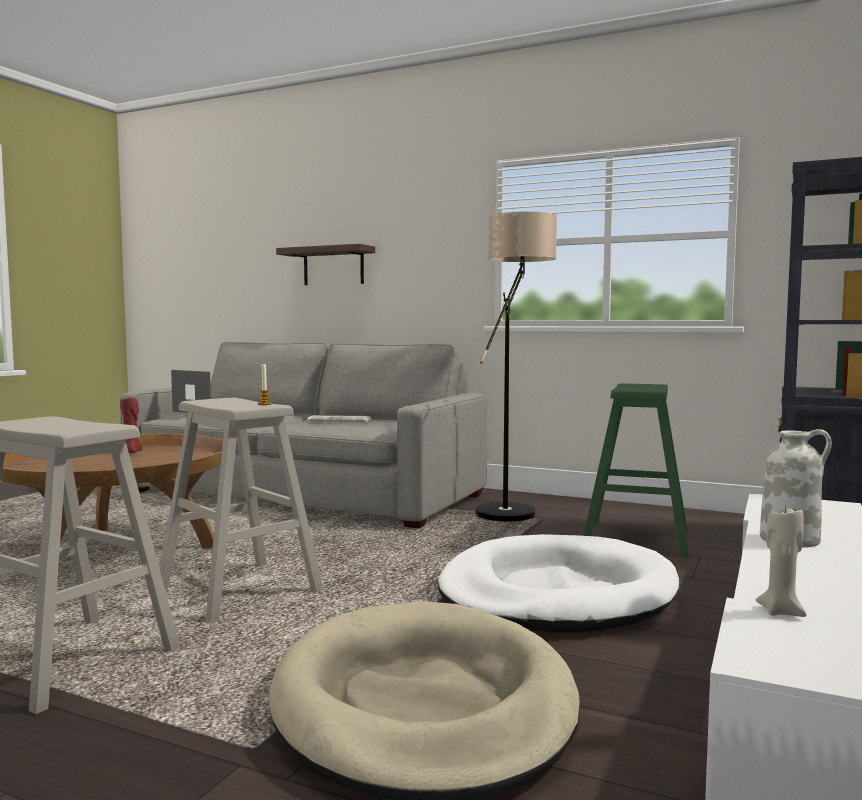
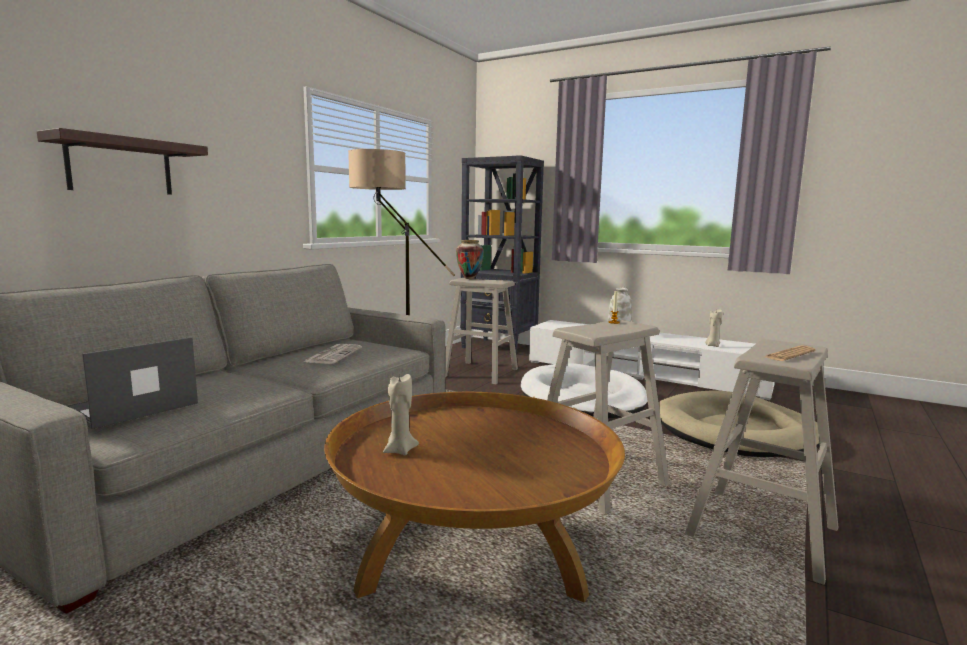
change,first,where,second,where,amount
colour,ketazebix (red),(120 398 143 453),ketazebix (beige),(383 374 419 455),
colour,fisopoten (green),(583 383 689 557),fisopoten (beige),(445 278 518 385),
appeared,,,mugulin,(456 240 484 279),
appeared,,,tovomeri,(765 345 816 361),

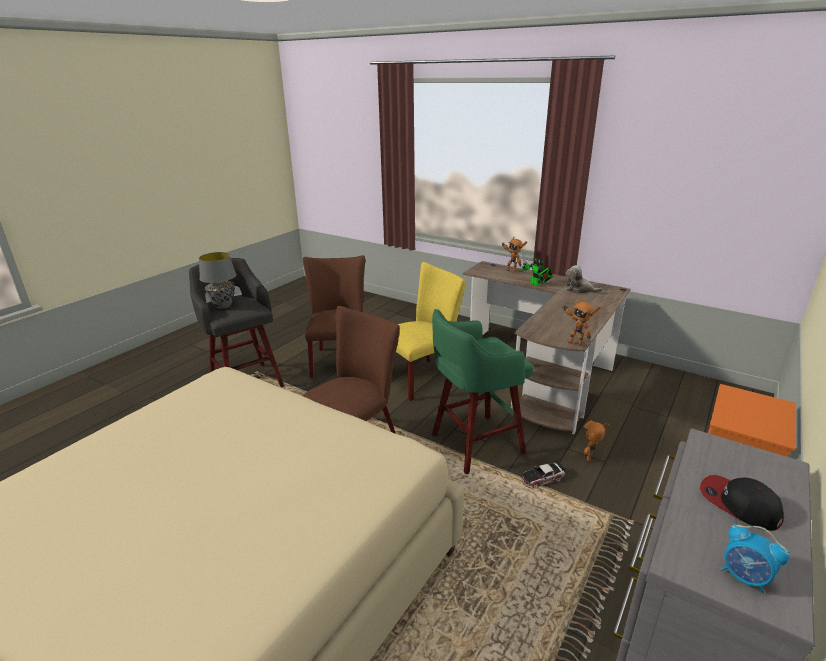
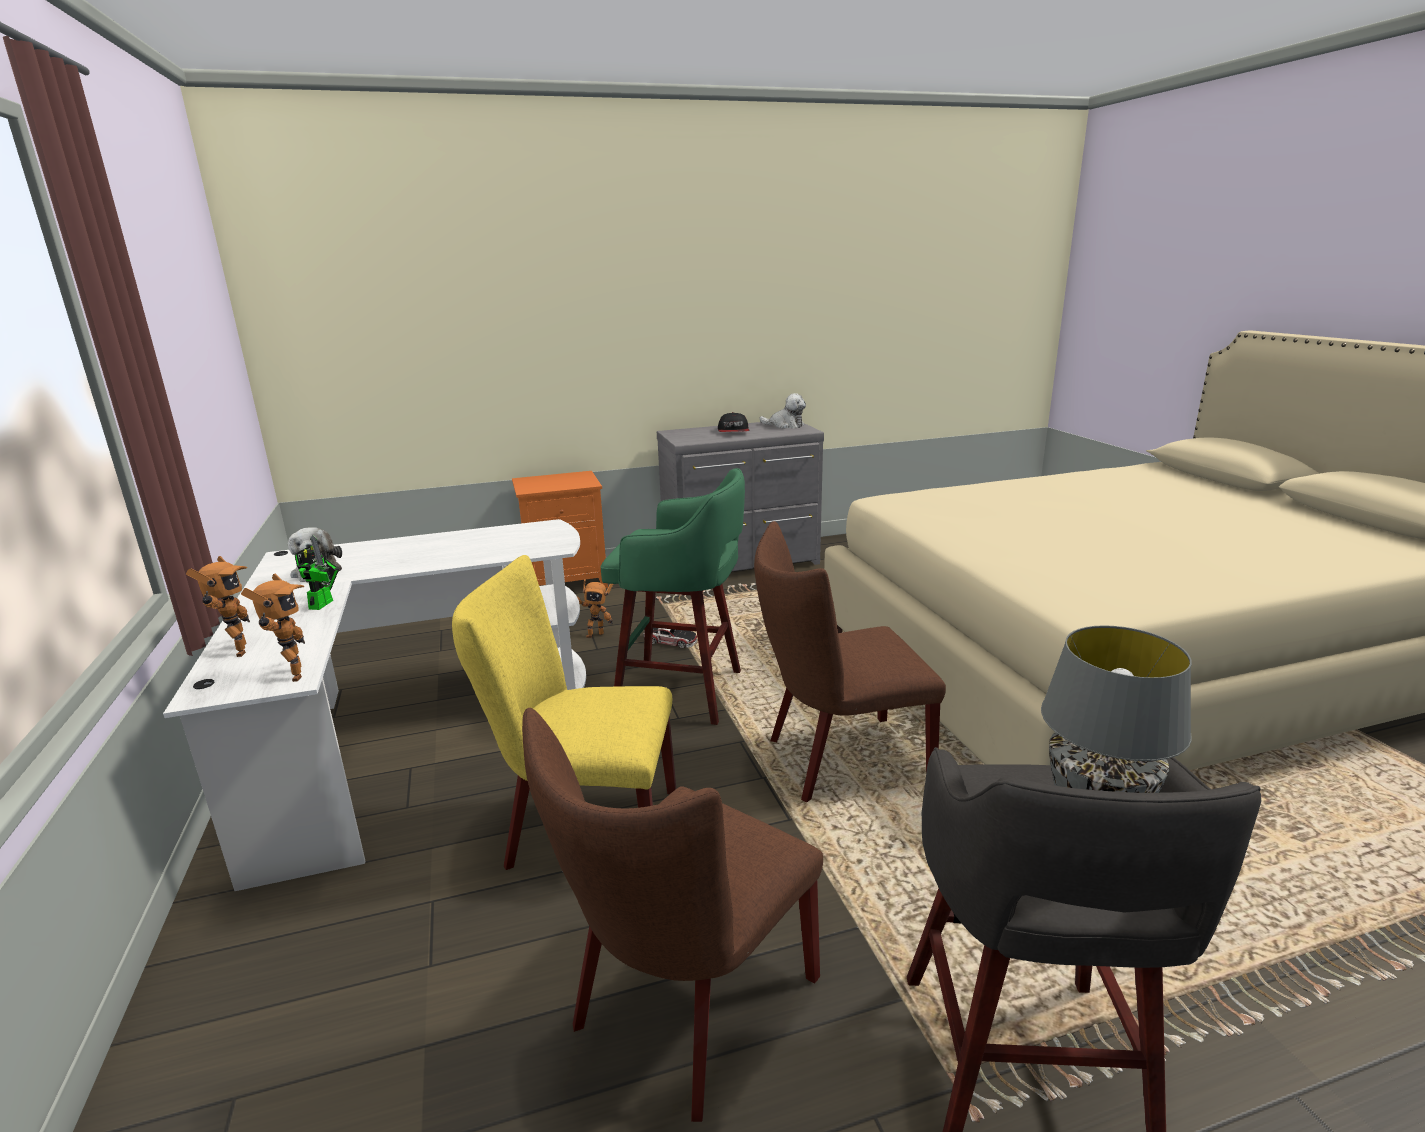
change,first,where,second,where,amount
colour,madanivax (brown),(463 261 631 435),madanivax (white),(163 519 586 891),
relocated,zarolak,(563 298 601 345),,(241 574 305 682),
exchanged,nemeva,(720 524 790 594),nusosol,(759 393 806 429),

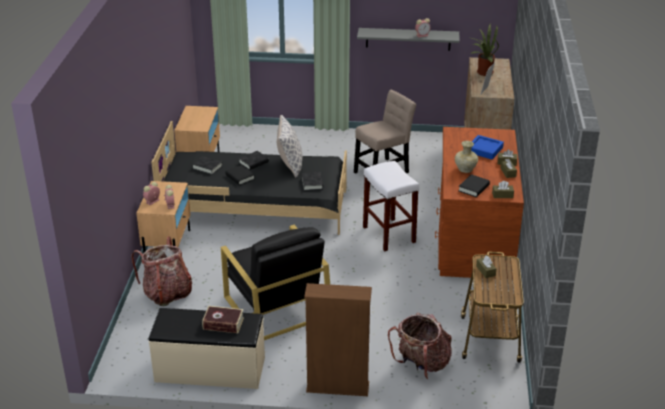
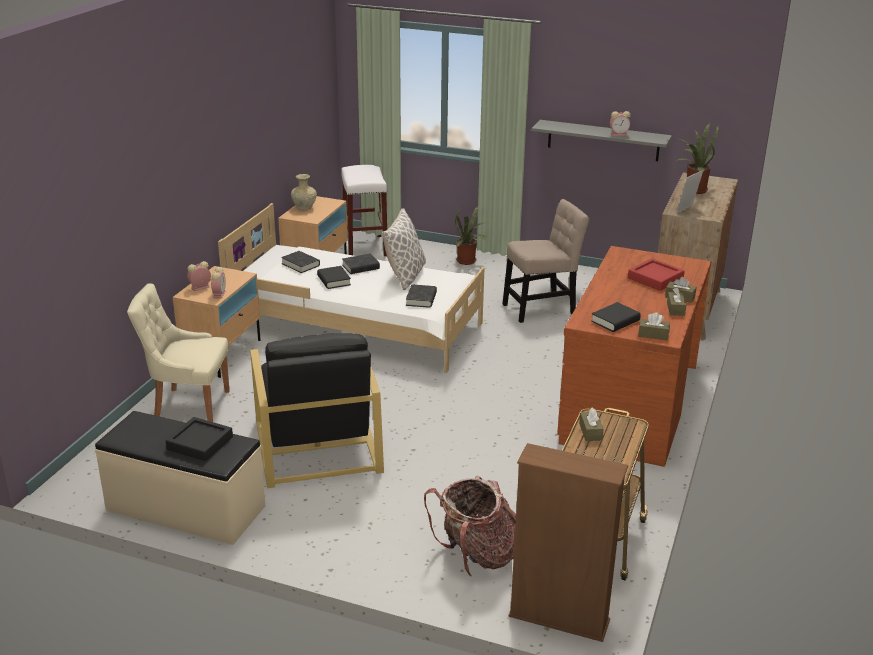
change,first,where,second,where,amount
exchanged,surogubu,(132 236 192 306),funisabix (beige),(127 283 230 422),
exchanged,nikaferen,(202 306 244 333),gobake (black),(166 417 233 461),
colour,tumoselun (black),(151 121 347 235),tumoselun (white),(218 203 485 373),
relocated,mugulin (beige),(455 141 478 173),,(291 174 317 210),
relocated,fisopoten (white),(363 161 419 251),,(341 165 388 256),
appeared,,,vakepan,(455 207 487 265),
relocated,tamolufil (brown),(304 283 372 396),,(509 443 628 642),
colour,gobake (blue),(471 135 504 159),gobake (red),(628 258 685 291),

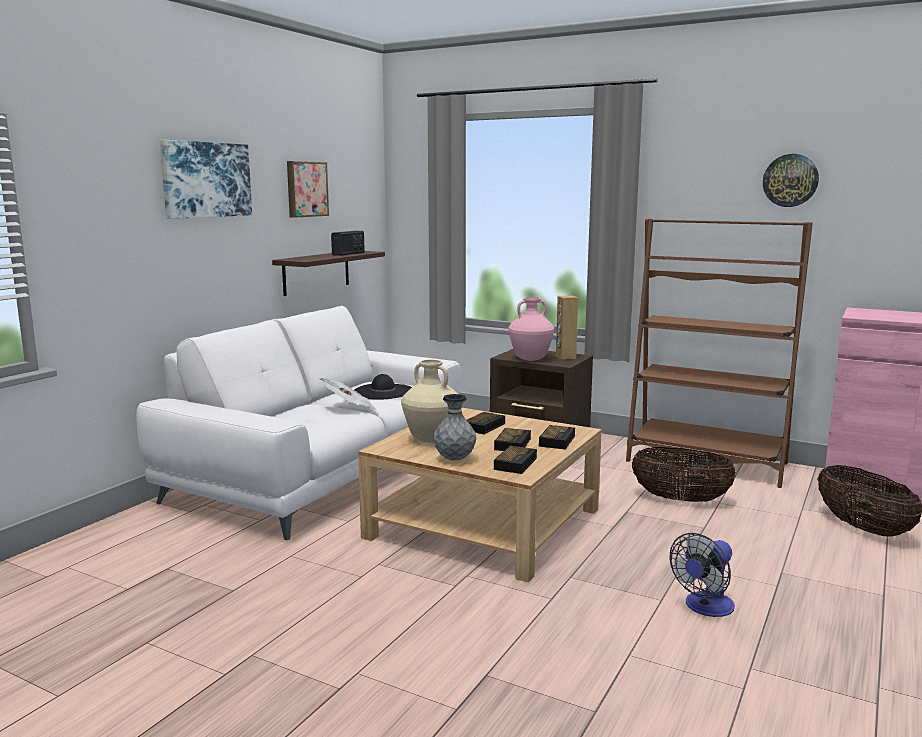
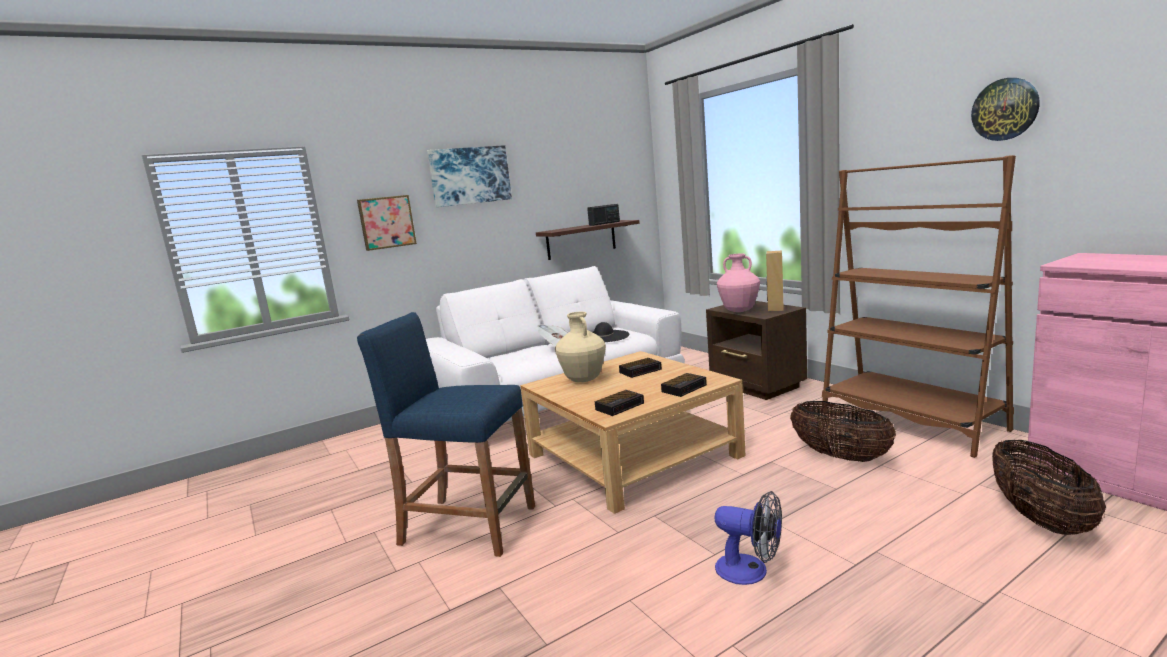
change,first,where,second,where,amount
relocated,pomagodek,(287 161 329 218),,(357 195 417 251),
appeared,,,fisopoten (blue),(357 312 535 557),
spun,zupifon,(670 533 735 617),,(714 491 782 585),135 degrees counterclockwise
missing,mugulin (grey),(433 394 476 461),,,
missing,nemeva,(494 428 531 451),,,

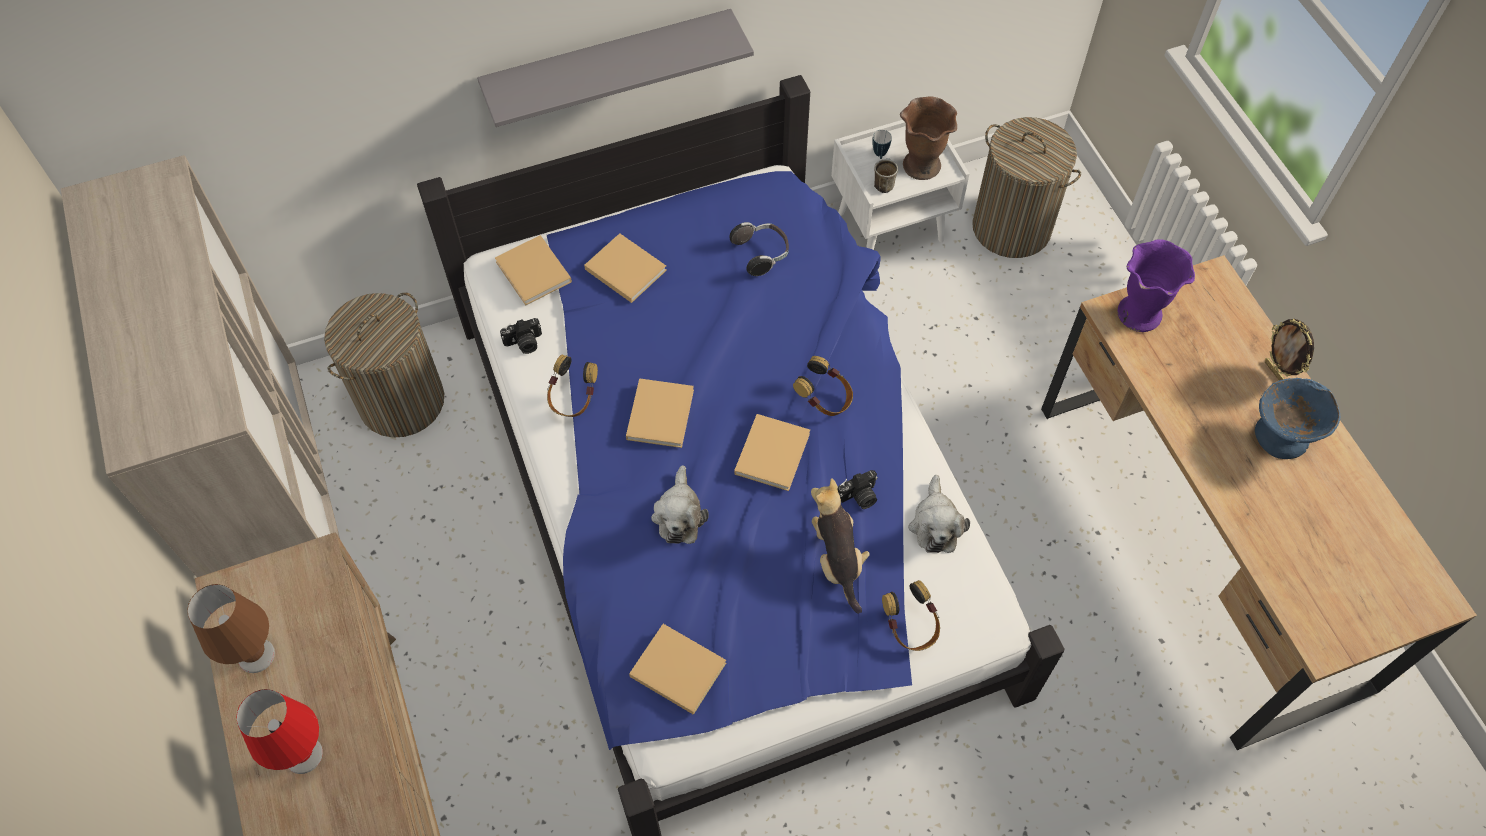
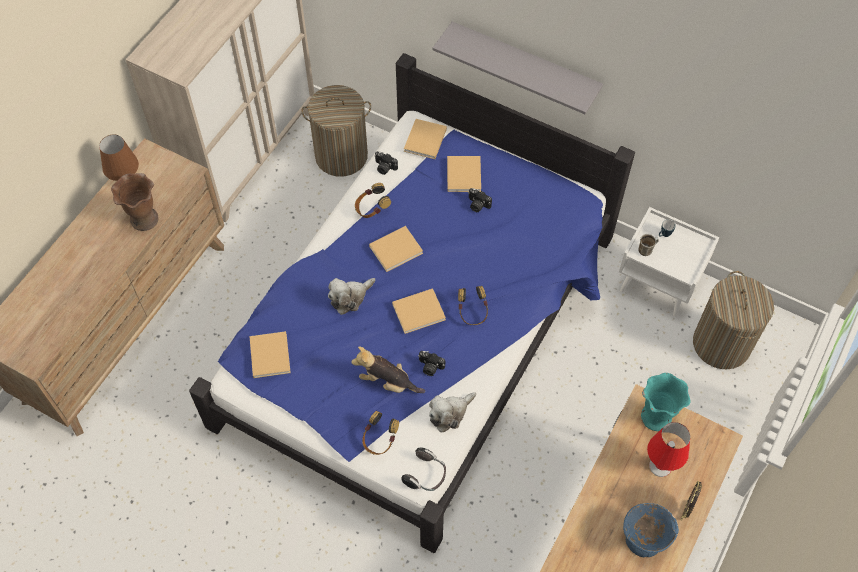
change,first,where,second,where,amount
relocated,mugulin (brown),(900 96 957 180),,(111 173 159 231),
spun,nusosol,(811 478 870 614),,(351 347 425 393),105 degrees counterclockwise
relocated,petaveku,(729 222 789 276),,(401 447 446 491),
appeared,,,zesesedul,(468 188 492 212),
colour,mugulin (purple),(1118 239 1195 332),mugulin (turquoise),(641 373 690 431),
relocated,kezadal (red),(236 689 323 774),,(647 422 690 477),

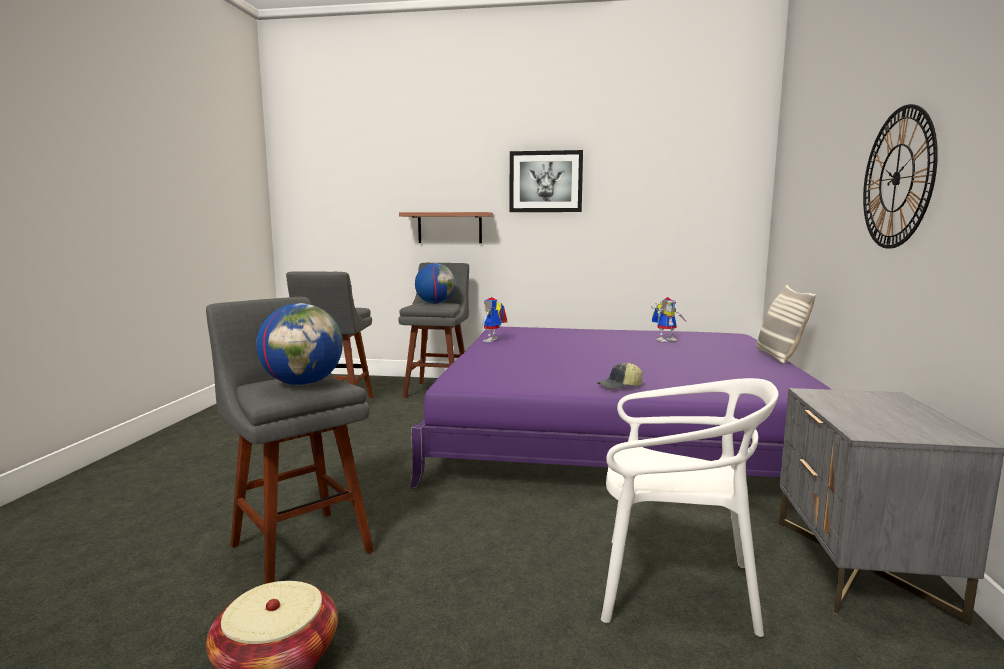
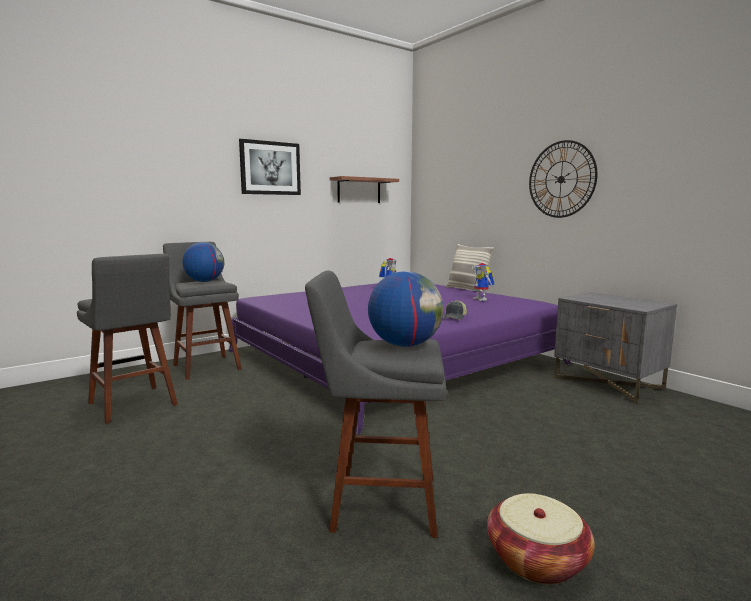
change,first,where,second,where,amount
relocated,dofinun,(399 212 493 243),,(330 176 399 203),
relocated,zarolak,(482 297 507 342),,(471 263 494 301),
missing,funisabix (white),(601 378 779 637),,,

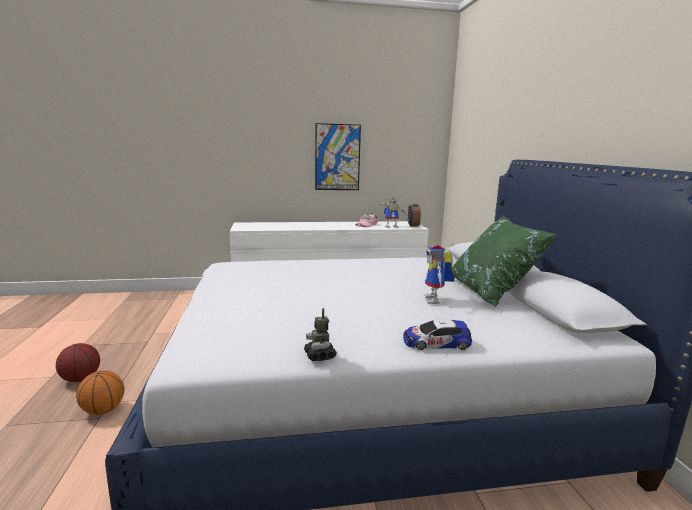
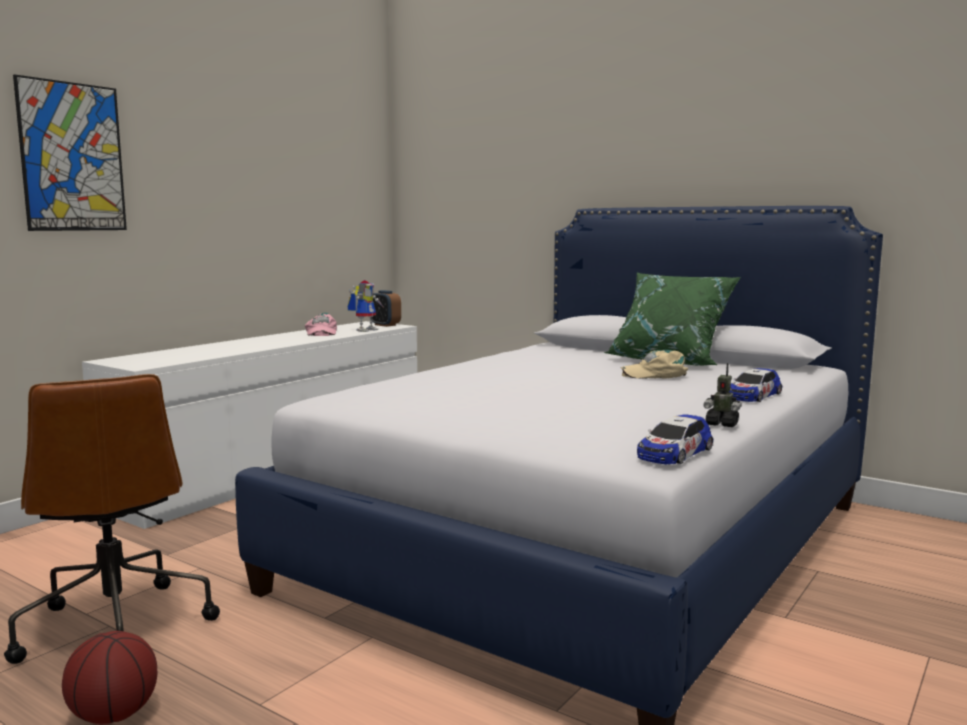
change,first,where,second,where,amount
appeared,,,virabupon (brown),(4 374 220 664),
relocated,pomagodek,(315 123 361 190),,(13 74 127 231),
exchanged,zarolak,(424 245 455 304),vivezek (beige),(621 350 688 379),
appeared,,,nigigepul,(637 414 713 464),
missing,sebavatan,(76 370 125 415),,,

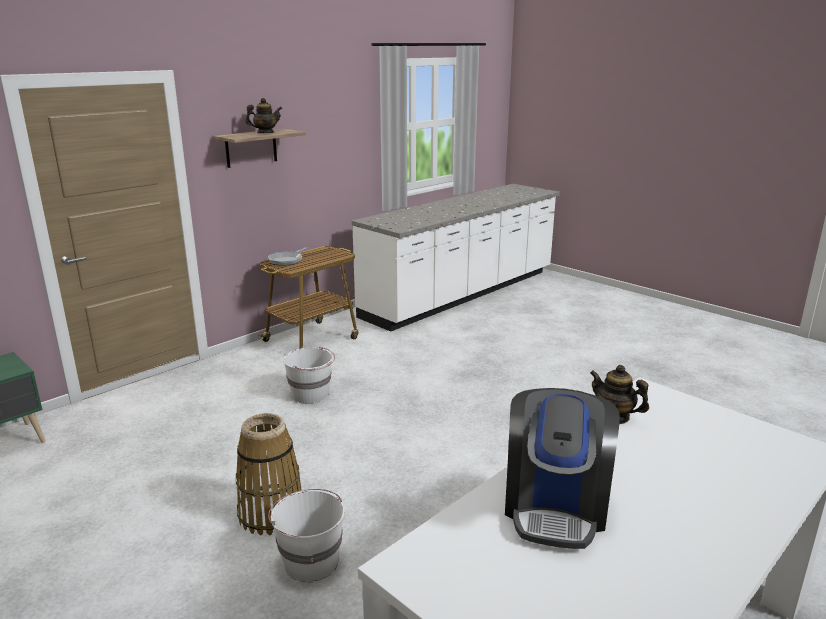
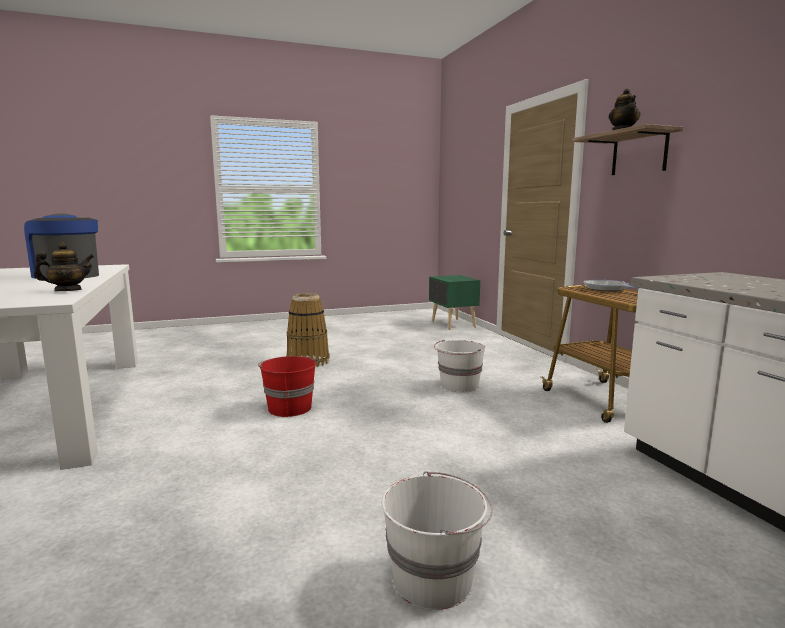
change,first,where,second,where,amount
appeared,,,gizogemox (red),(258 356 316 417),
relocated,gizogemox (white),(268 489 345 583),,(382 471 492 610),

